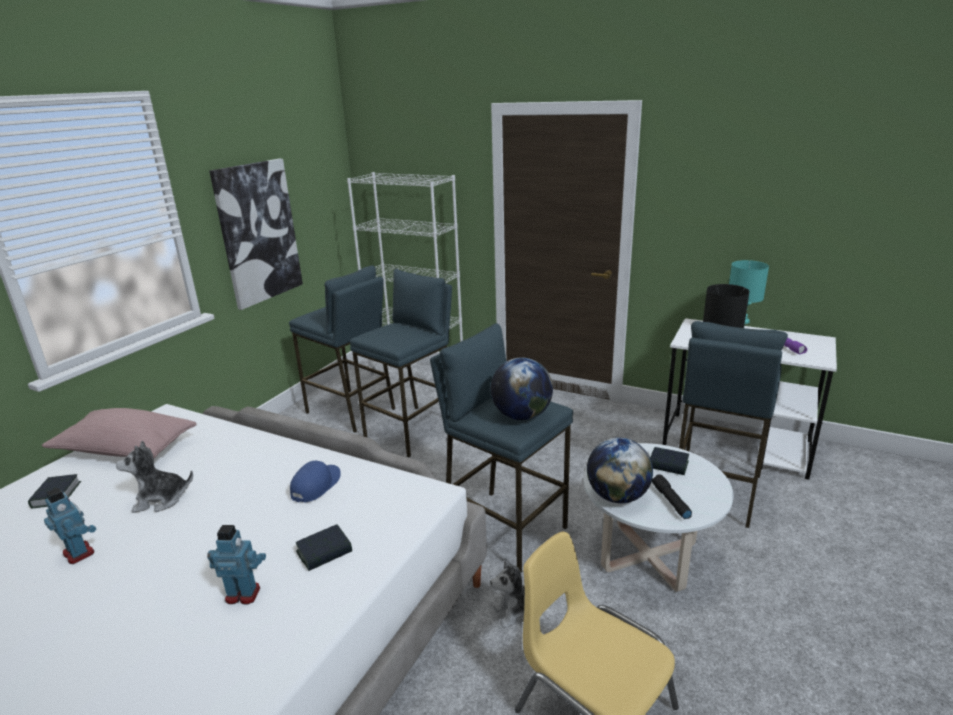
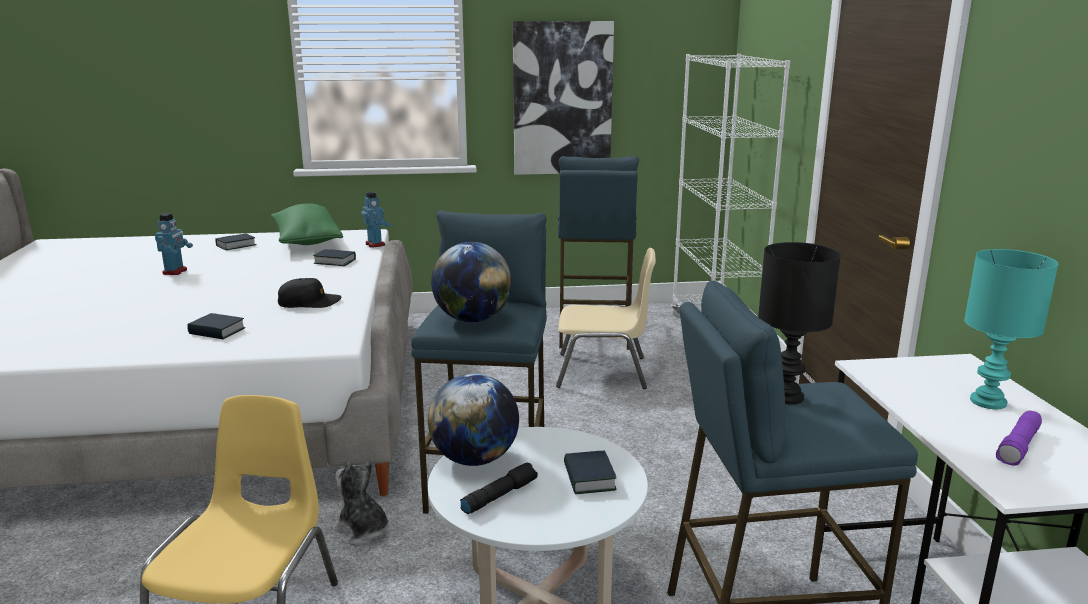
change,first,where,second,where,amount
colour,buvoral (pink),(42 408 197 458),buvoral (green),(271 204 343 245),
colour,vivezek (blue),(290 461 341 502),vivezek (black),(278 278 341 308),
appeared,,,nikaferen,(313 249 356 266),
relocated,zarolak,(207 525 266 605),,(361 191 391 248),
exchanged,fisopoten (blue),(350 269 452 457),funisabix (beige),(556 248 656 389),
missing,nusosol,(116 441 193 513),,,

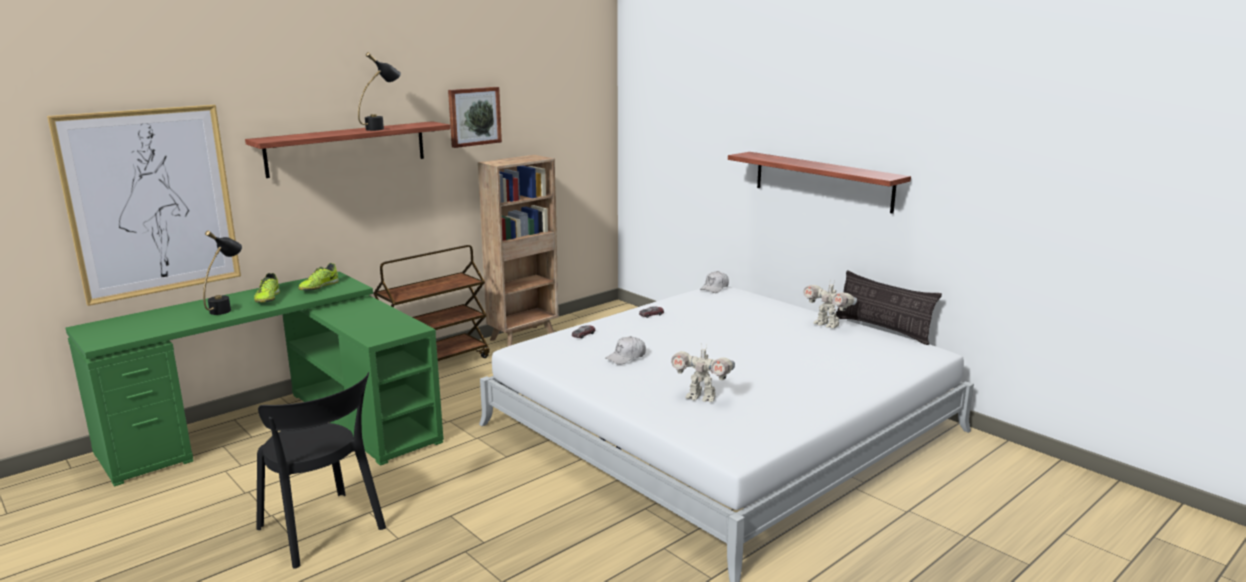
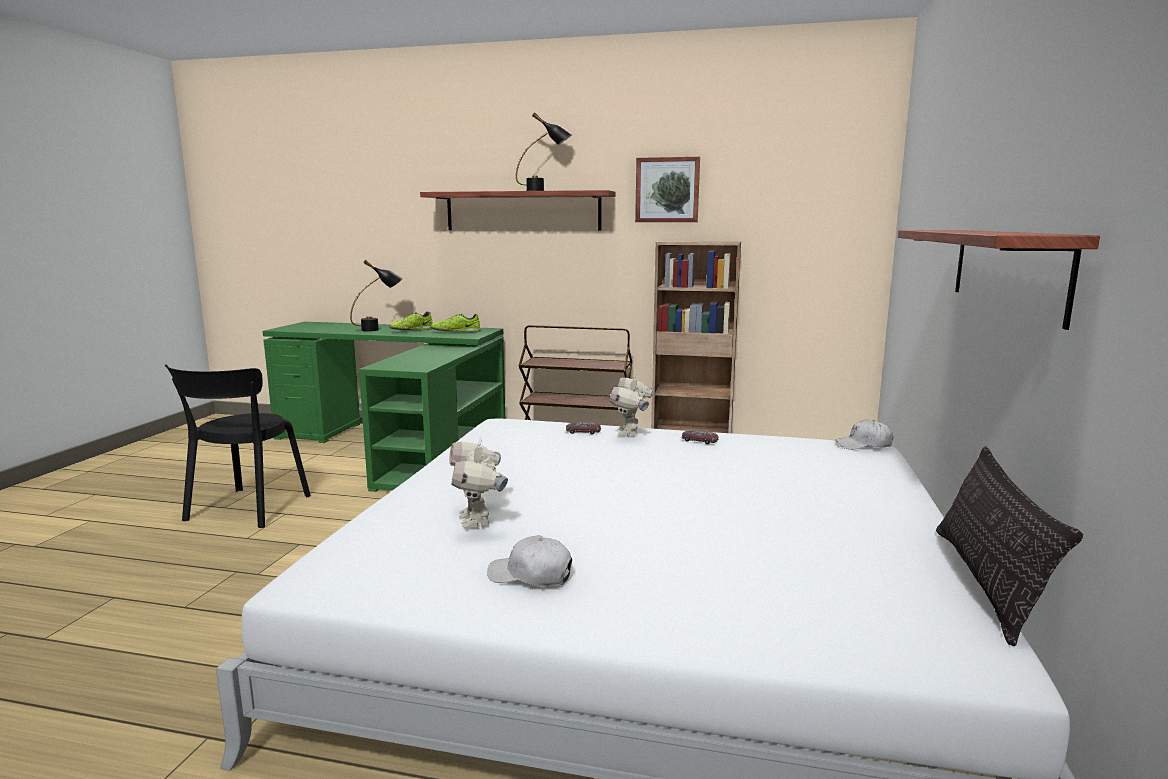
change,first,where,second,where,amount
relocated,vivezek (white),(605 336 646 365),,(487 535 572 587),
relocated,zarolak,(803 281 857 328),,(610 373 654 437),
missing,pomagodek,(47 105 241 306),,,

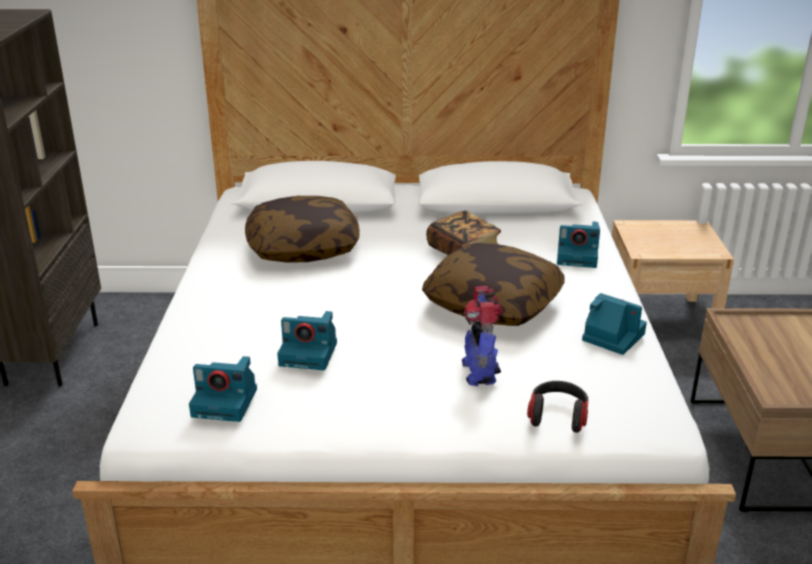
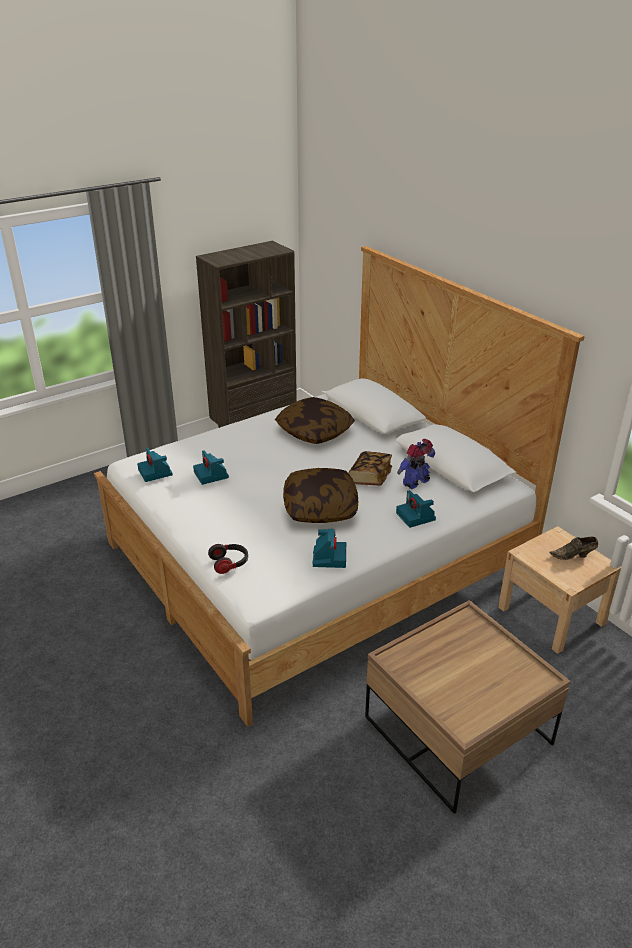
change,first,where,second,where,amount
relocated,zarolak,(462 286 502 386),,(397 439 435 489),
appeared,,,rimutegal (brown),(549 537 598 560),

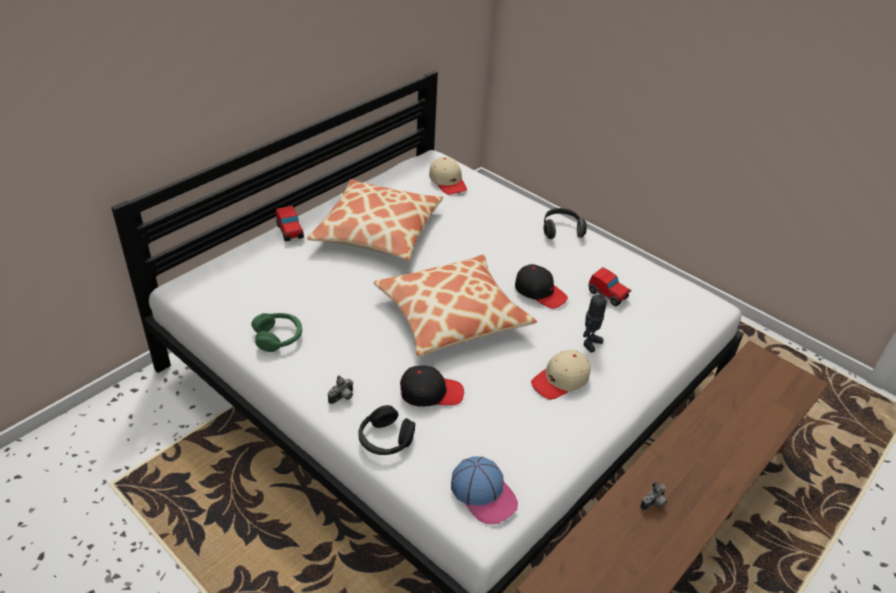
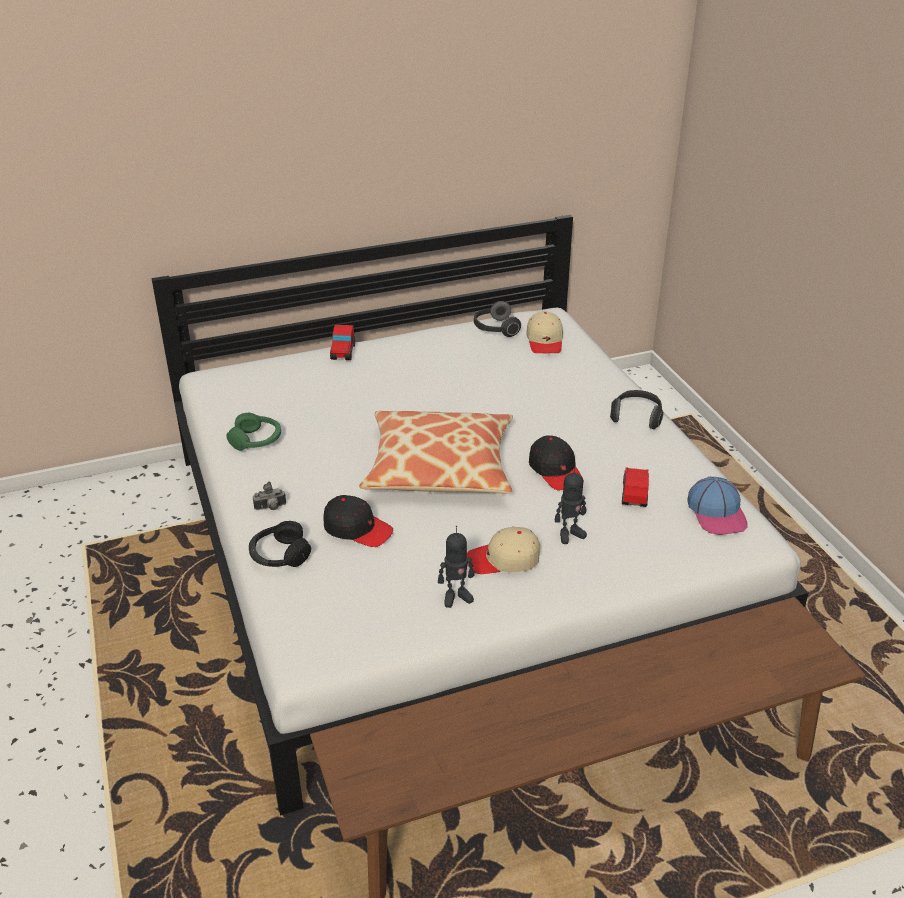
change,first,where,second,where,amount
appeared,,,zarolak,(438 526 475 608),
appeared,,,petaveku,(474 301 521 337),
spun,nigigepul,(588 267 631 306),,(622 467 649 507),150 degrees counterclockwise
relocated,vivezek,(451 457 518 524),,(687 477 748 535),
missing,buvoral,(307 179 443 261),,,
missing,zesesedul,(640 481 667 511),,,

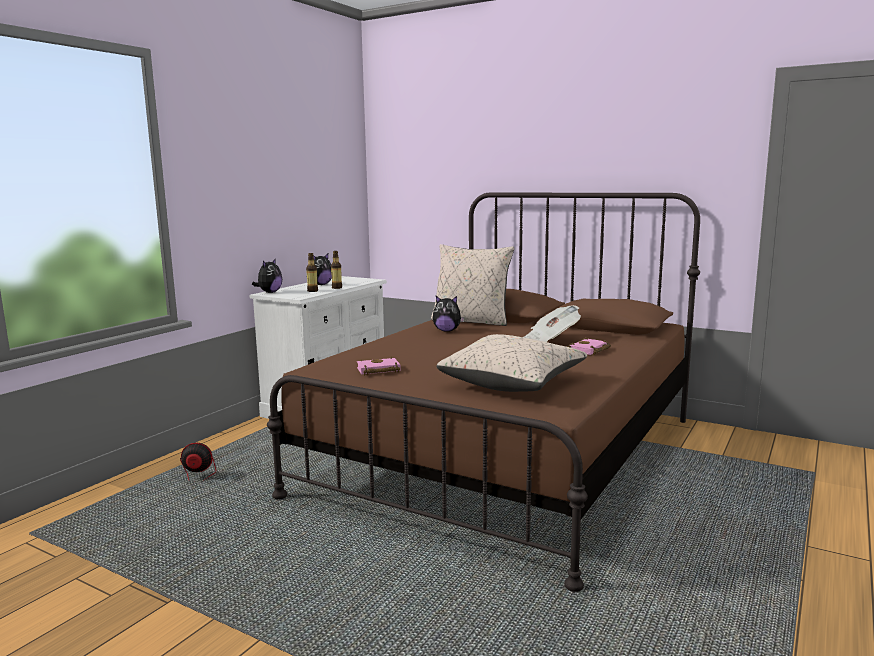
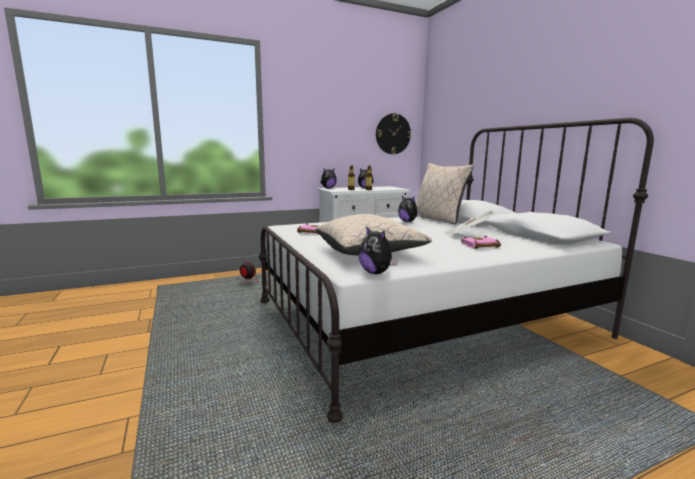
change,first,where,second,where,amount
colour,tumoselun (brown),(267 193 700 592),tumoselun (white),(258 118 654 423),
appeared,,,nusosol,(358 226 398 274),
appeared,,,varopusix,(376 113 411 154),

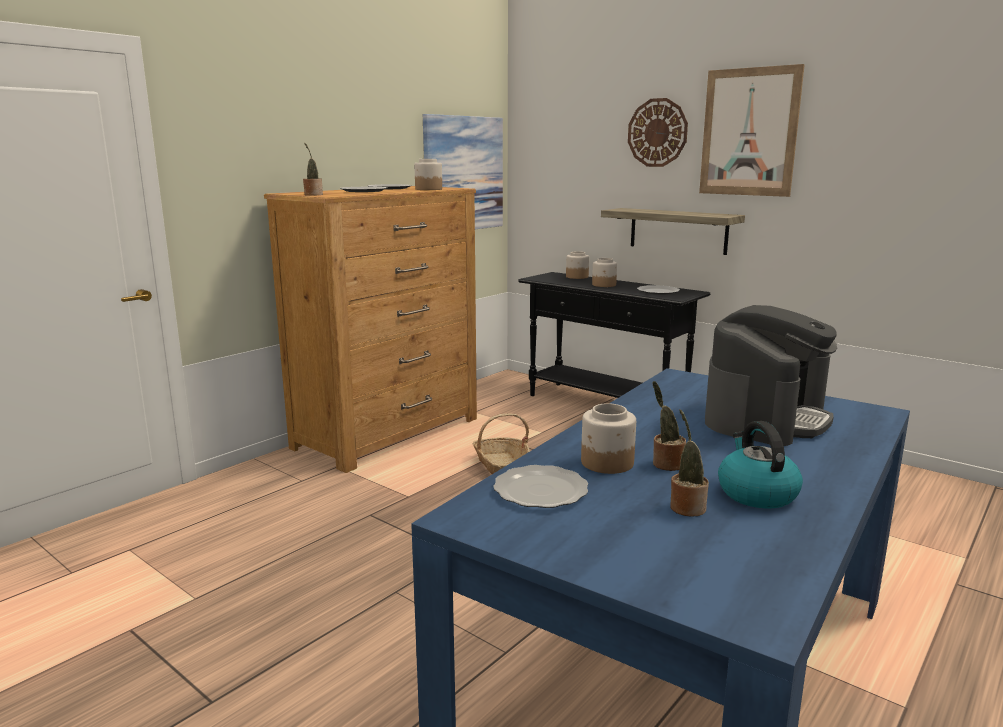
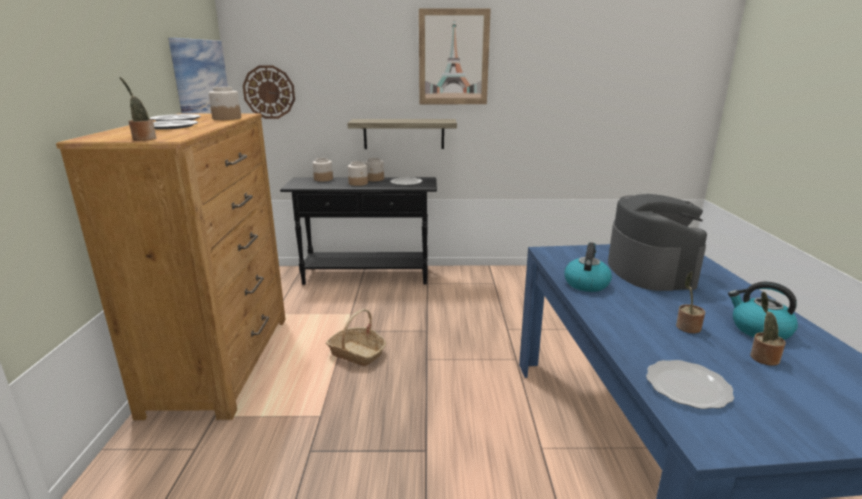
change,first,where,second,where,amount
relocated,varopusix,(628 98 688 167),,(242 65 295 119),
relocated,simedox,(581 403 636 474),,(365 158 384 181),
appeared,,,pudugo,(564 242 612 292),

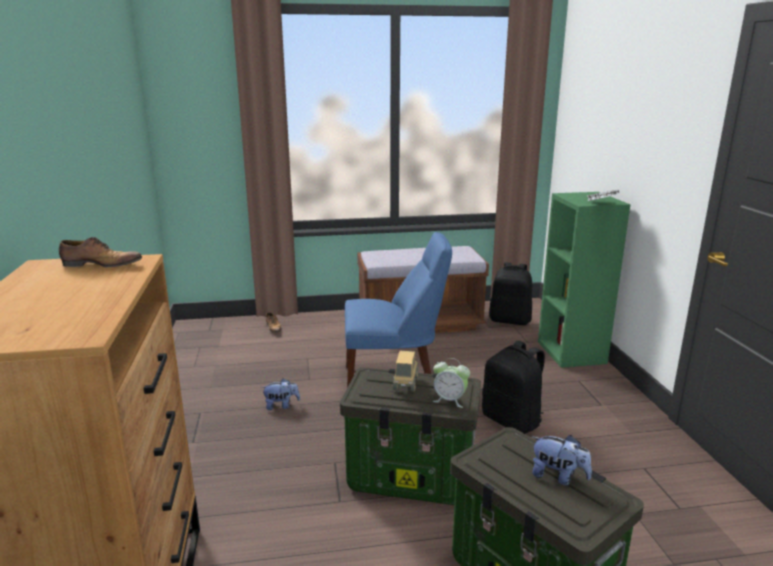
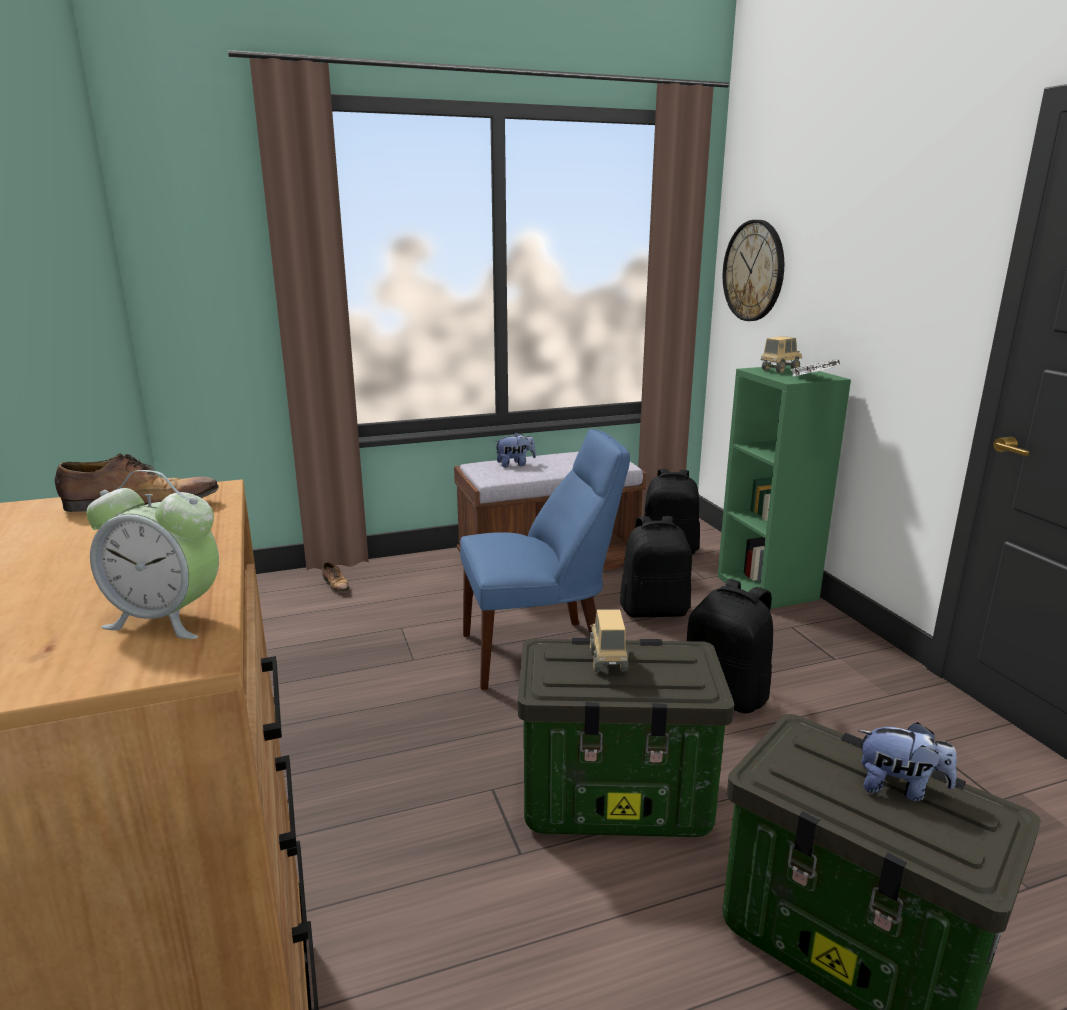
change,first,where,second,where,amount
relocated,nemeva,(433 358 470 408),,(87 470 219 639),
relocated,nusosol,(261 378 300 410),,(495 432 536 467),
appeared,,,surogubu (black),(620 516 692 618),
appeared,,,varopusix,(723 220 784 321),
appeared,,,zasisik,(761 336 802 373),

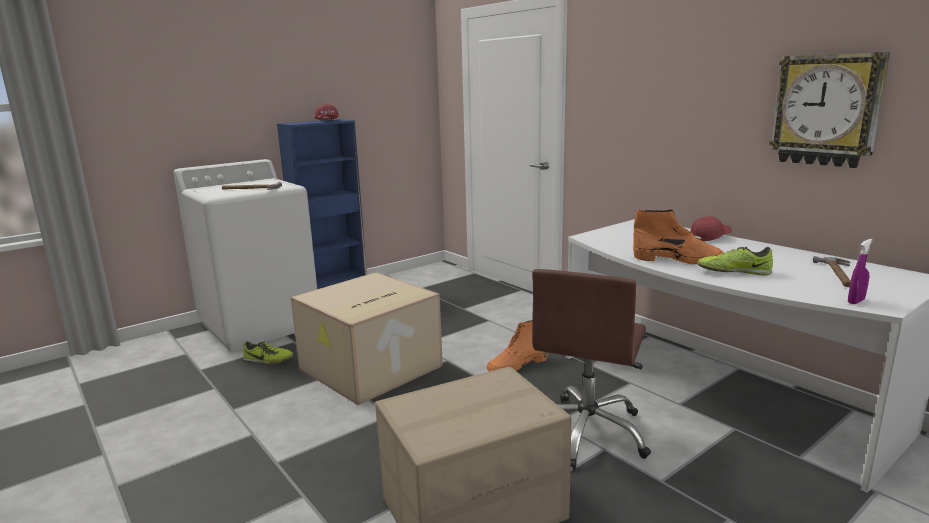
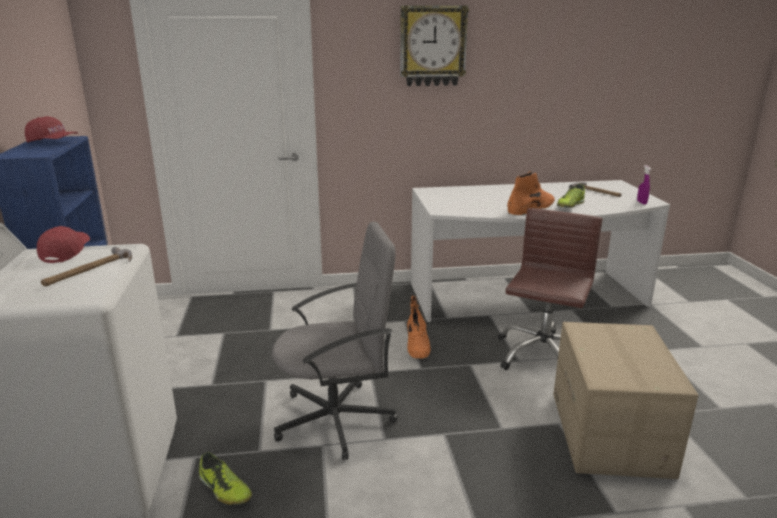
change,first,where,second,where,amount
relocated,vivezek (red),(690 216 732 242),,(37 226 90 263),
spun,rimutegal,(243 341 293 364),,(199 452 252 505),90 degrees clockwise
exchanged,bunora,(291 272 443 405),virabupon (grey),(272 222 398 460),
relocated,varopusix,(769 52 890 168),,(400 5 469 86),
spun,virabupon (brown),(532 269 651 470),,(498 208 602 370),120 degrees counterclockwise

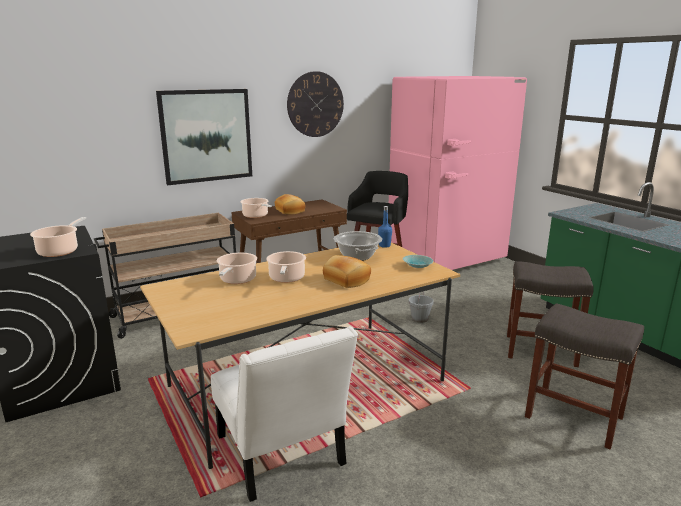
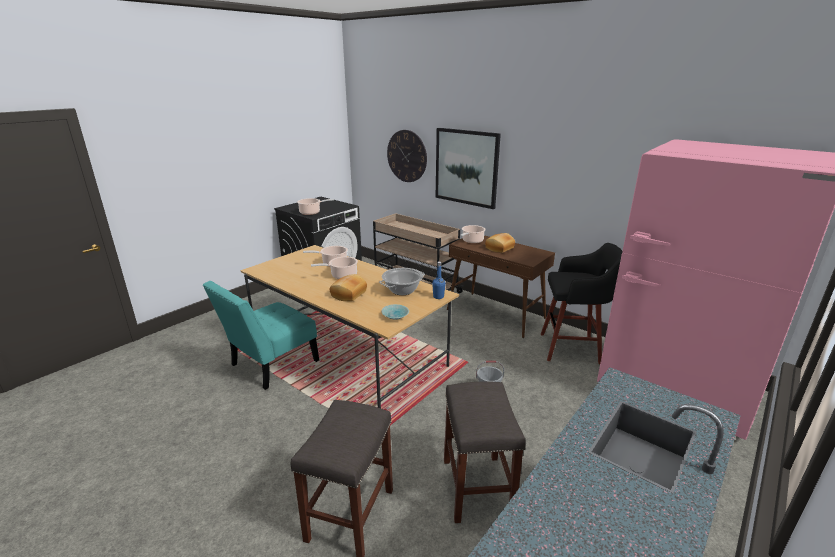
change,first,where,second,where,amount
colour,funisabix (white),(211 326 358 502),funisabix (turquoise),(203 281 319 390),
relocated,varopusix,(287 71 344 137),,(387 130 427 182),

